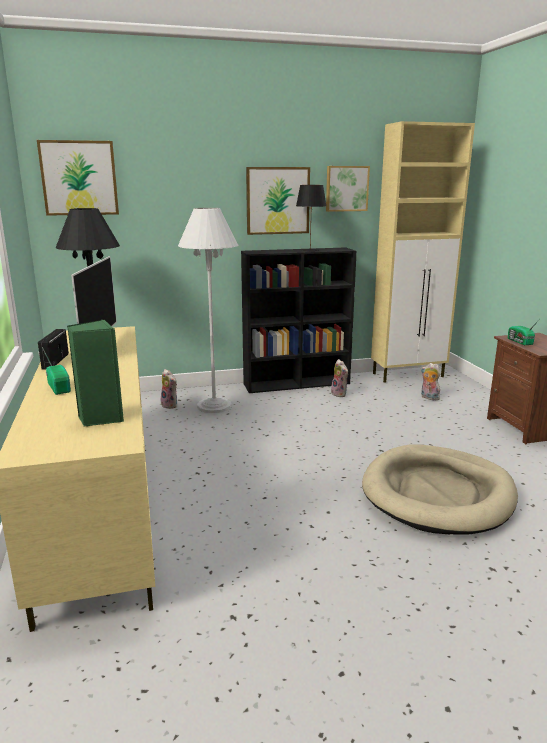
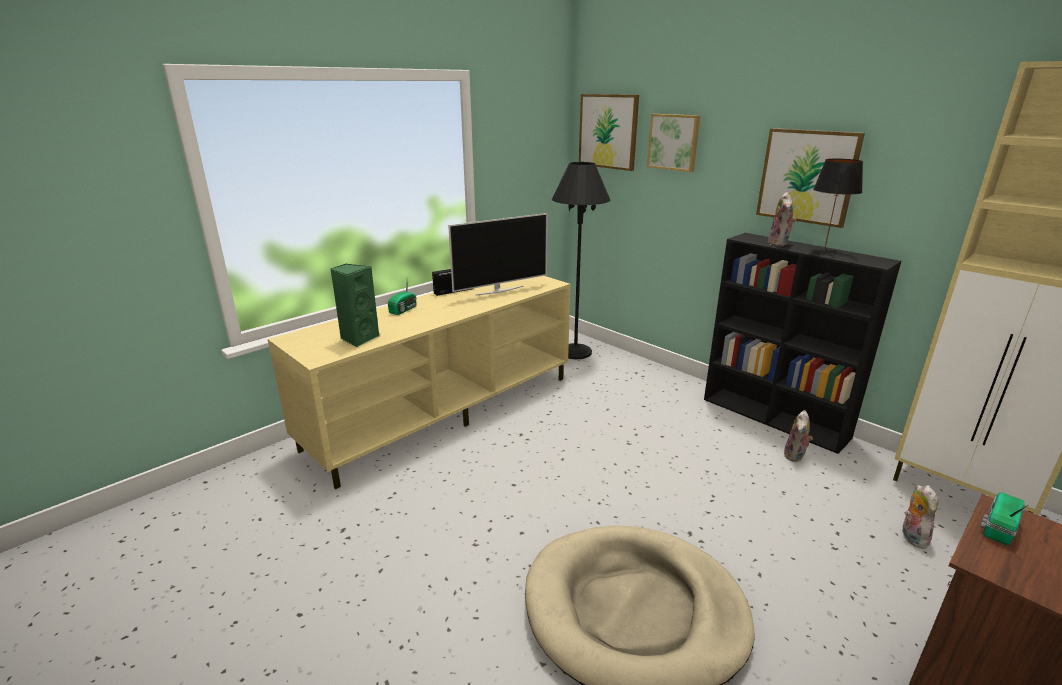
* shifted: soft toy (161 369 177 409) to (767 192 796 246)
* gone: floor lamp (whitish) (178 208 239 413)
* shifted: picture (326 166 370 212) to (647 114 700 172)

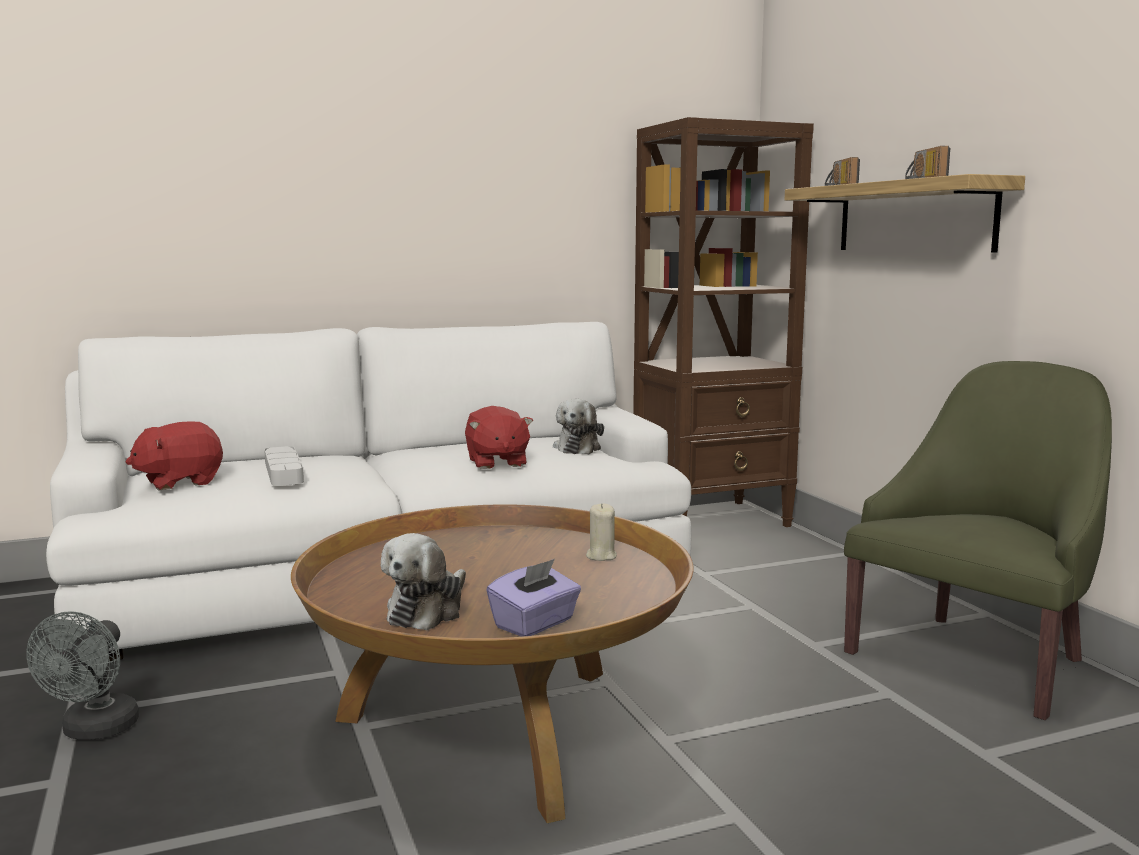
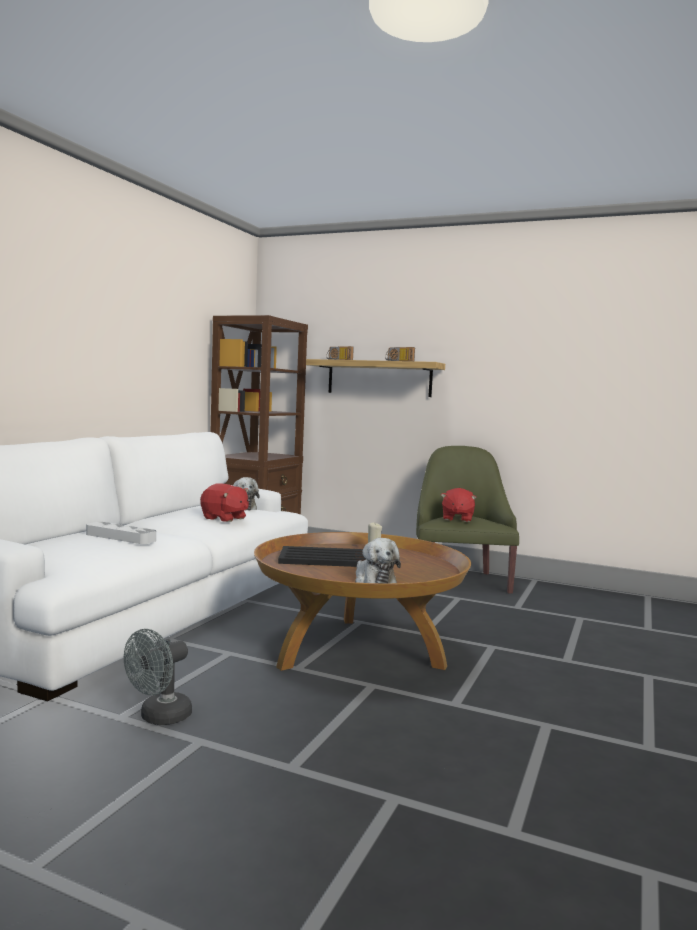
* rotated: fan (grey) (27 611 139 740) = (124 629 192 725) 75 degrees clockwise
* shifted: soft toy (red) (126 421 223 491) to (441 488 477 522)
* gone: box of tissues (purple-coloured) (487 559 581 637)
* new: tray (black) (278 546 366 567)

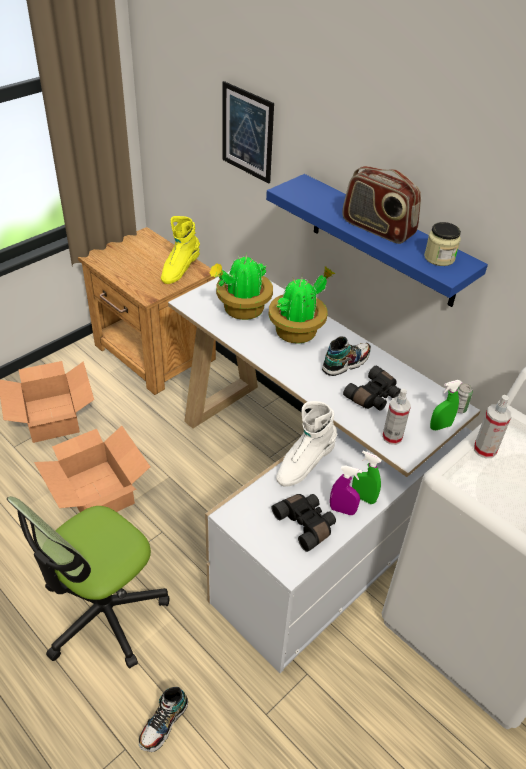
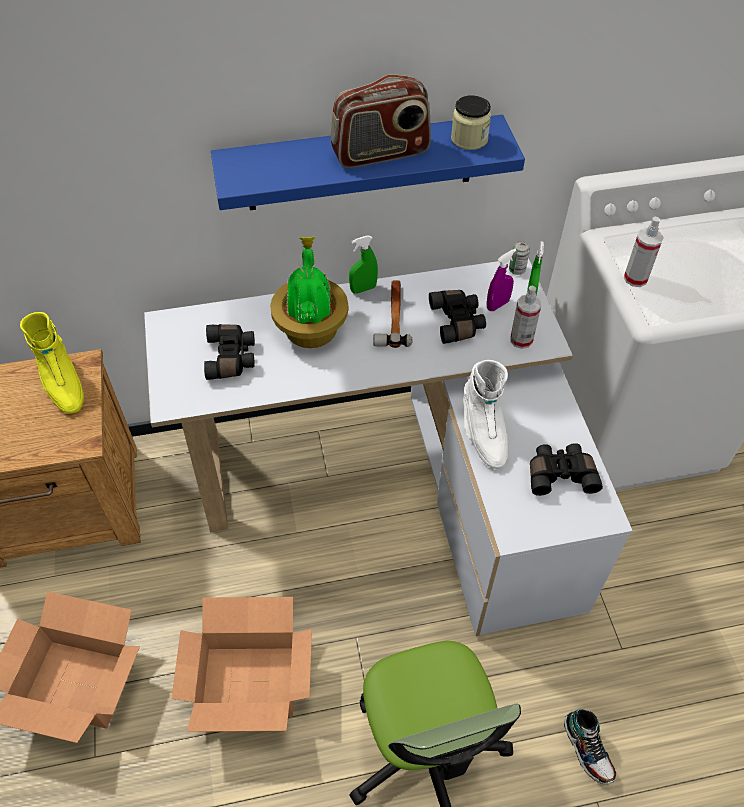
* swapped: potted plant (209 254 273 320) to pair of binoculars (black) (204 324 255 380)
* gone: picture (223 81 274 184)
* swapped: item of footwear (322 336 371 376) to hand hammer (373 280 413 348)
* shifted: spray bottle (purple-coloured) (330 466 362 515) to (487 249 516 311)
* shifted: spray bottle (green) (352 450 382 504) to (349 235 378 294)

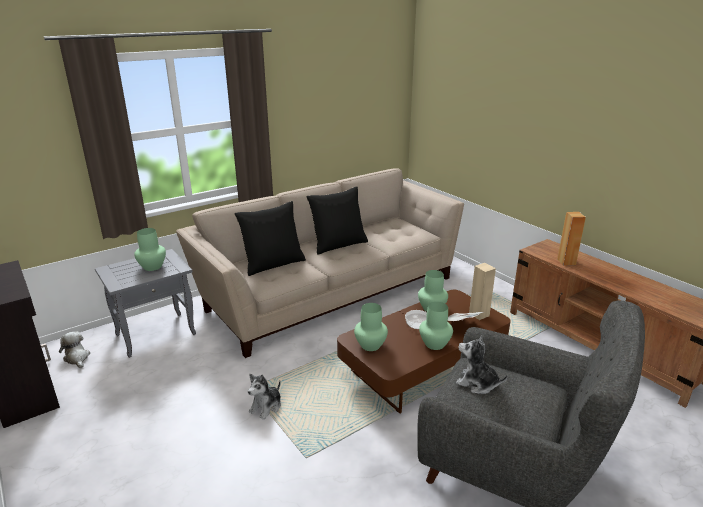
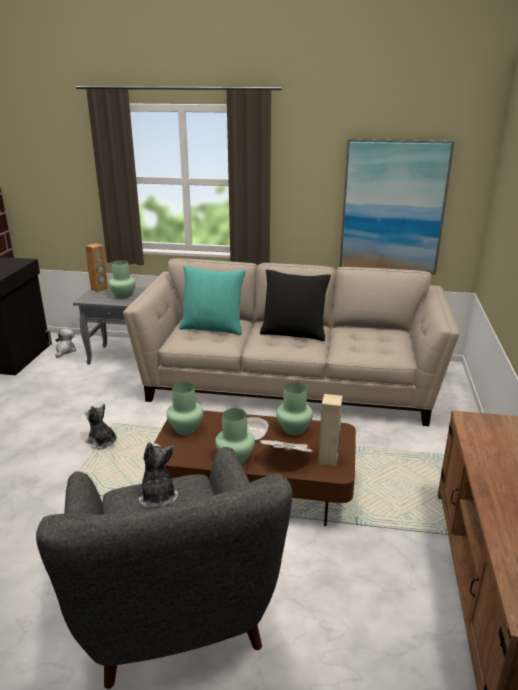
* repainted: pillow (black) (235 201 306 276) to pillow (turquoise-coloured) (179 266 246 335)
* rotated: soft toy (248 374 281 420) = (85 404 117 450) 45 degrees clockwise
* shifted: audio speaker (brownish) (557 212 586 266) to (85 243 108 292)
* new: picture (340 139 454 275)

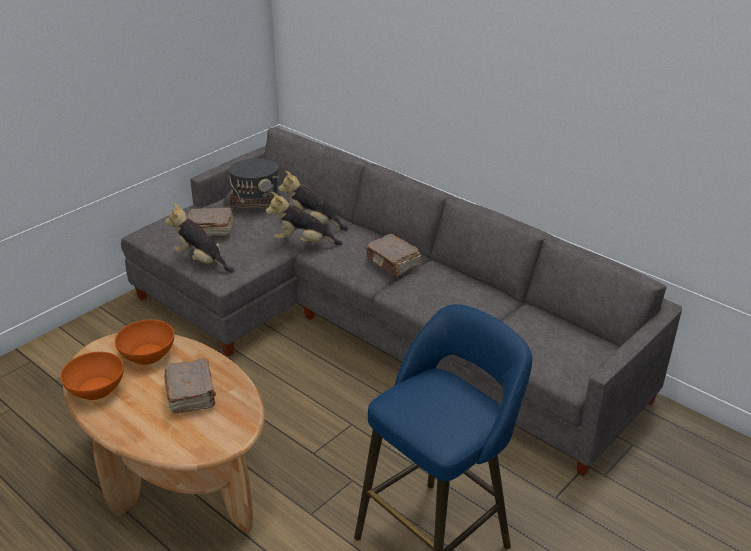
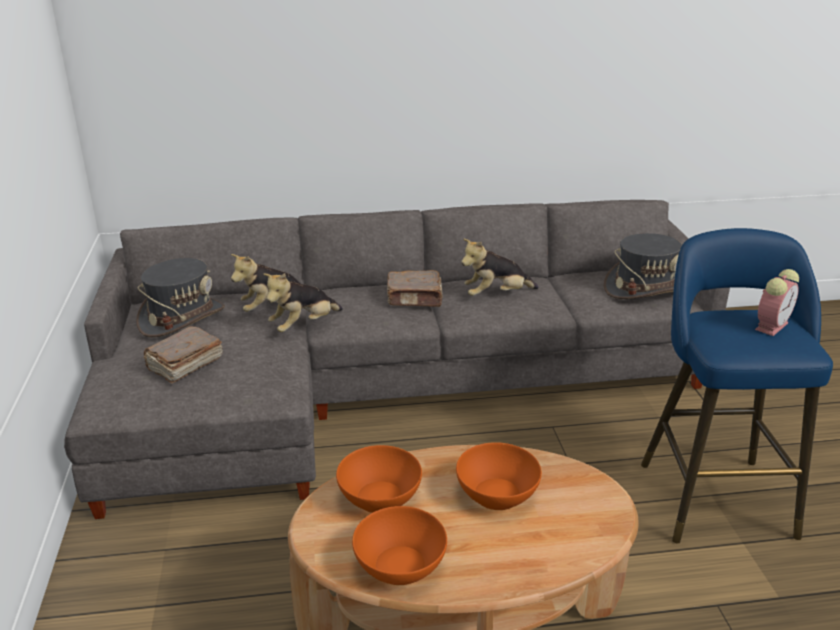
* swapped: bound book (brownish) (164 358 216 413) to deep dish (orangey) (456 442 542 510)
* shifted: soft toy (165 203 234 273) to (461 238 539 296)
* new: hat (grey) (604 233 682 299)
* new: table clock (755 269 799 336)

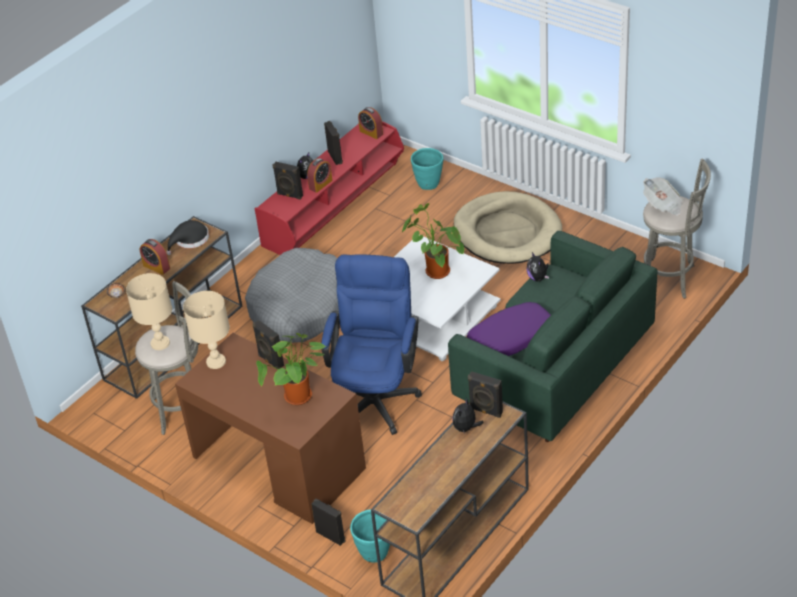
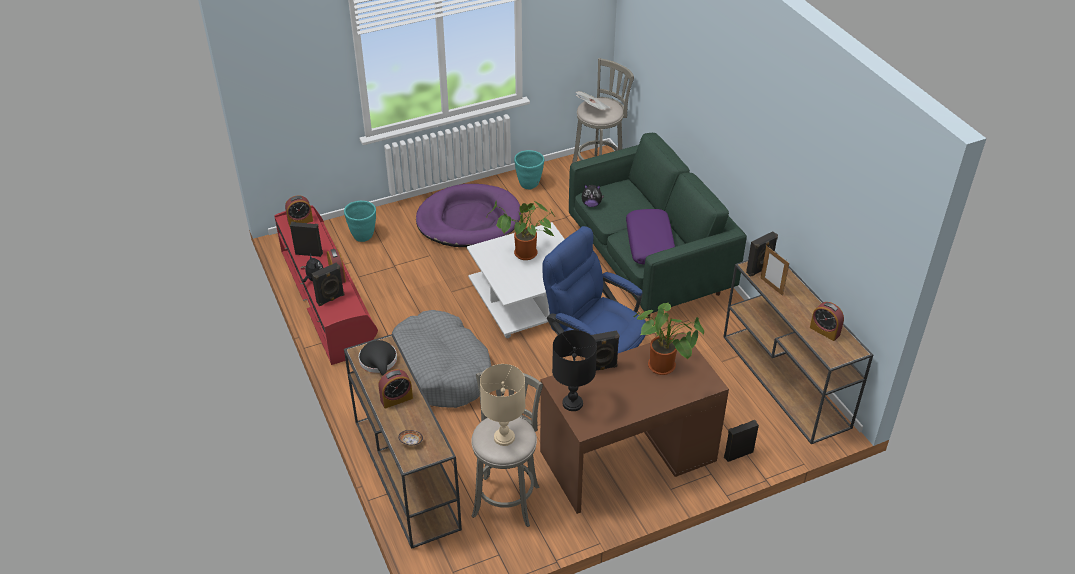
* repainted: tabletop lamp (sand-coloured) (183 291 230 369) to tabletop lamp (black) (552 330 597 411)
* shifted: plant pot (turquoise-coloured) (350 509 390 563) to (514 150 544 190)
* swapped: soft toy (452 397 484 434) to standing frame (761 246 789 296)
* repainted: dog bed (sand-coloured) (454 191 562 264) to dog bed (purple-coloured) (416 184 521 247)
* new: table clock (810 302 844 341)

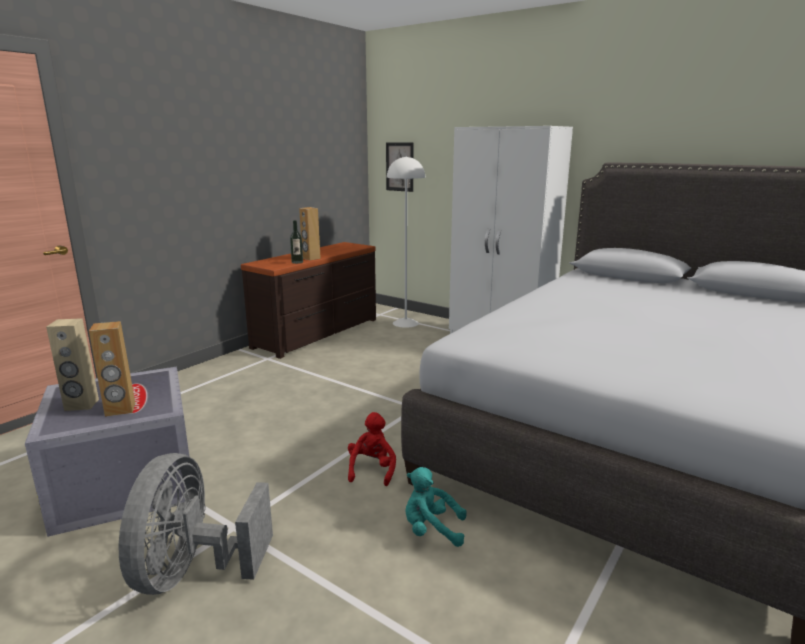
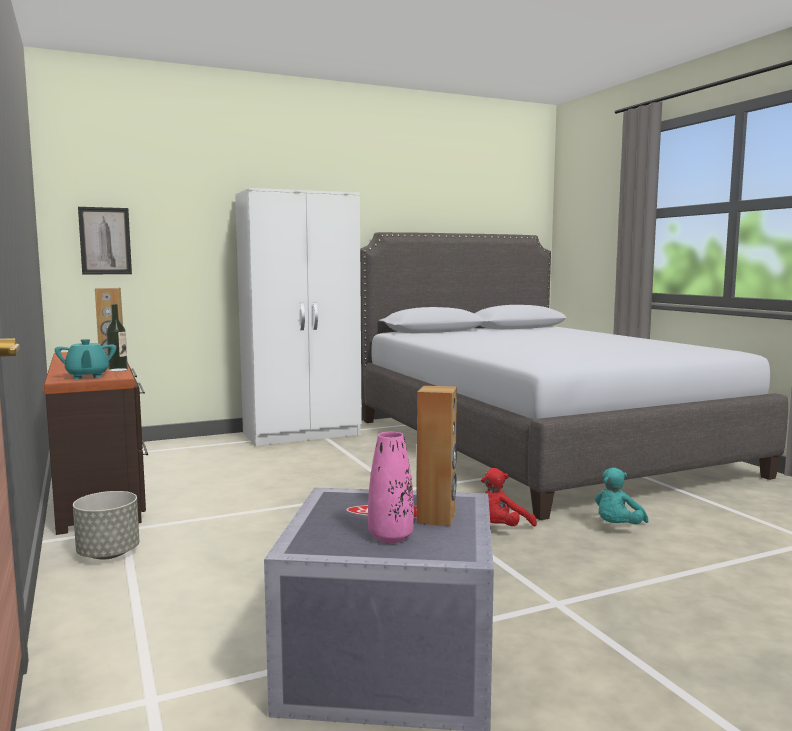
* swapped: audio speaker (sand-coloured) (46 318 99 411) to decorative vase (pink) (368 432 414 543)
* gone: fan (grey) (119 453 273 595)
* rotated: soft toy (red) (348 412 396 486) = (481 468 537 527) 75 degrees counterclockwise
* gone: floor lamp (whitish) (387 156 425 328)
* new: teapot (turquoise-coloured) (55 339 116 379)
* new: plant pot (grey) (73 491 140 559)

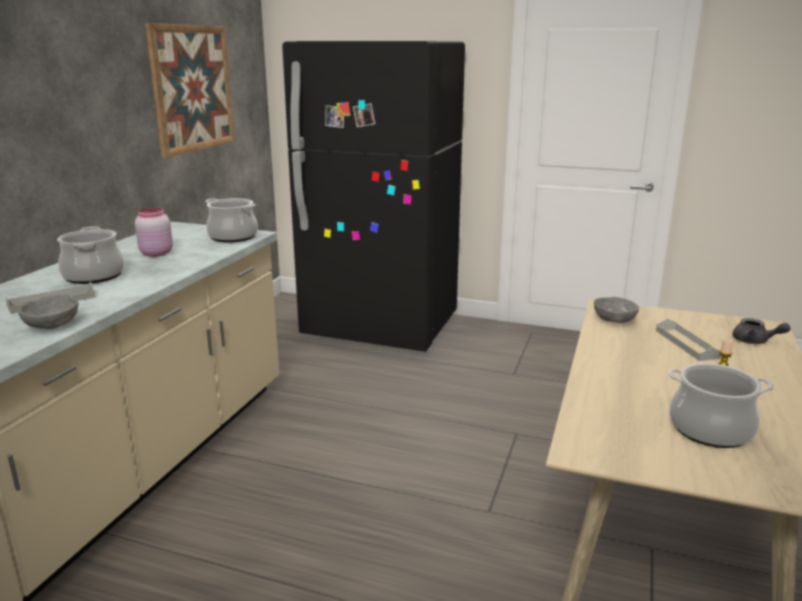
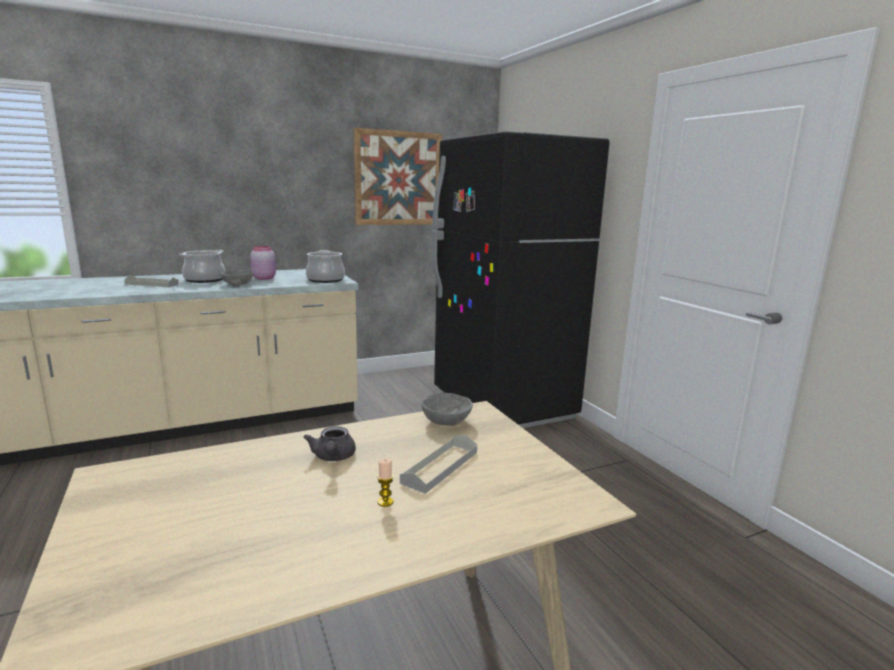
* shifted: deep dish (grey) (18 294 79 329) to (221 270 253 285)
* gone: cooking pot (669 363 774 448)
* shifted: teapot (grey) (733 318 791 344) to (303 426 356 461)

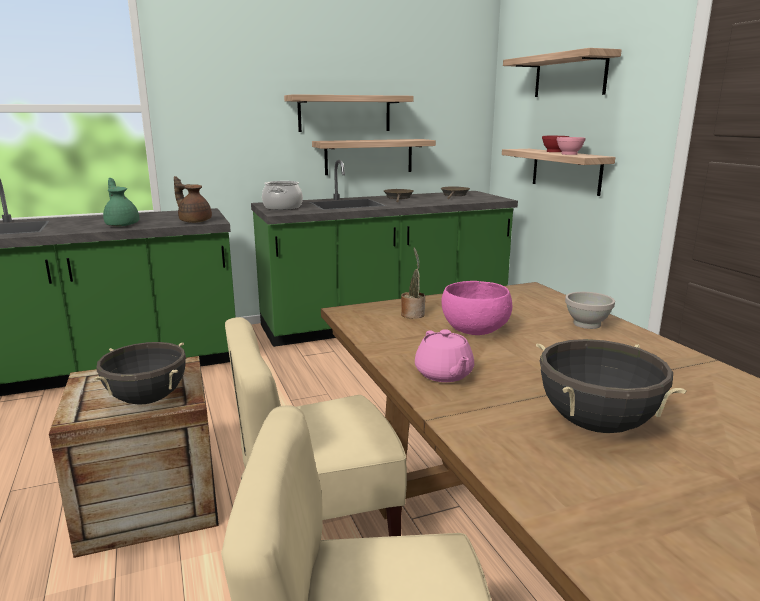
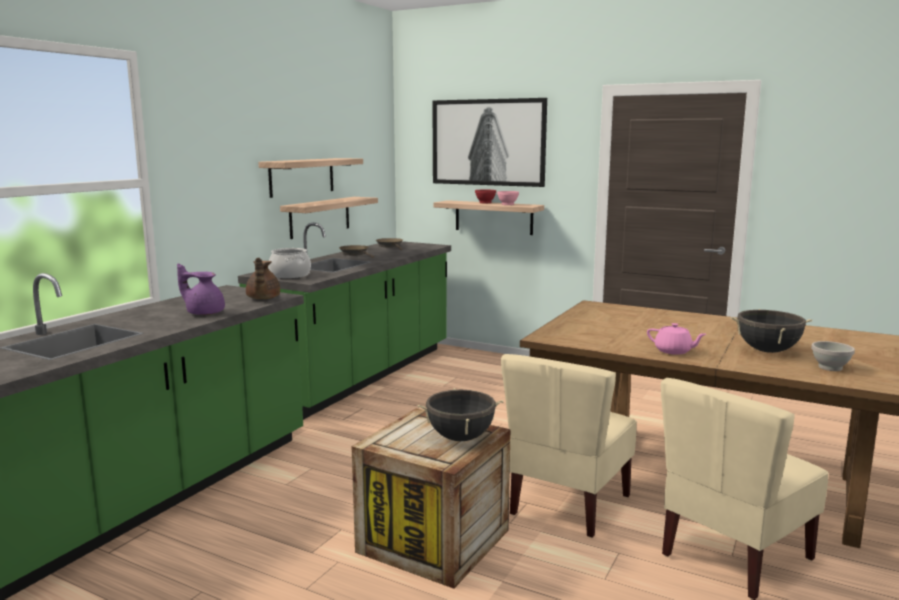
* repainted: teapot (green) (103 178 139 226) to teapot (purple-coloured) (177 263 225 315)
* rotated: teapot (brownish) (174 176 212 223) = (246 258 280 299) 90 degrees counterclockwise
* gone: potted plant (401 248 425 319)
* gone: deep dish (pink) (441 281 512 335)
* swapped: shelf (503 48 622 97) to picture (432 98 547 187)
* shifted: deep dish (whitish) (565 292 615 329) to (811 341 855 371)

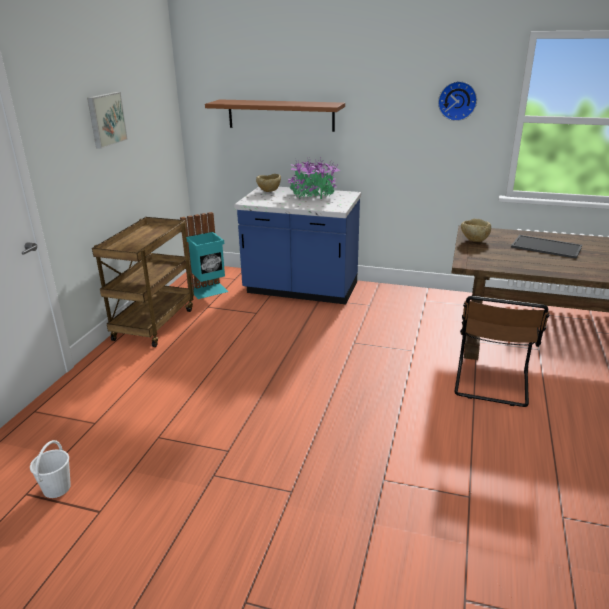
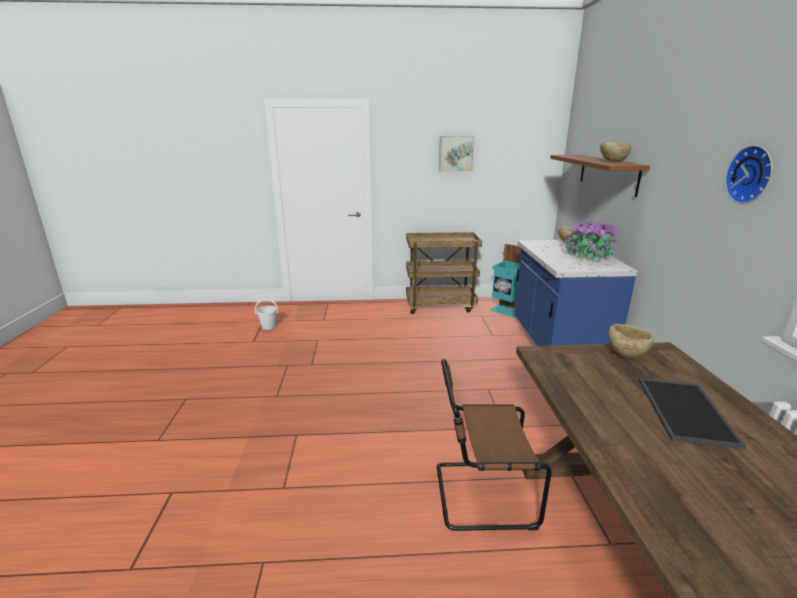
* new: deep dish (sand-coloured) (600 142 631 162)

